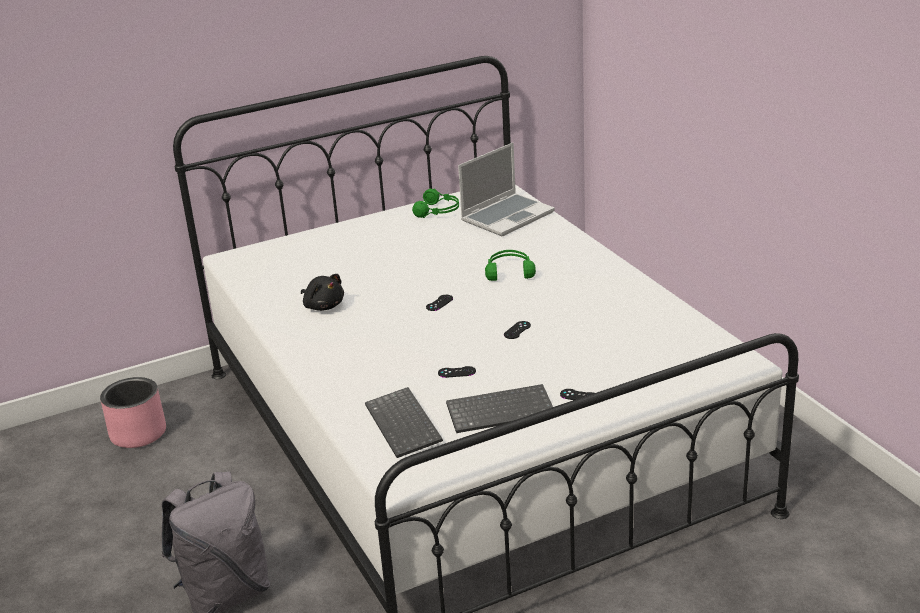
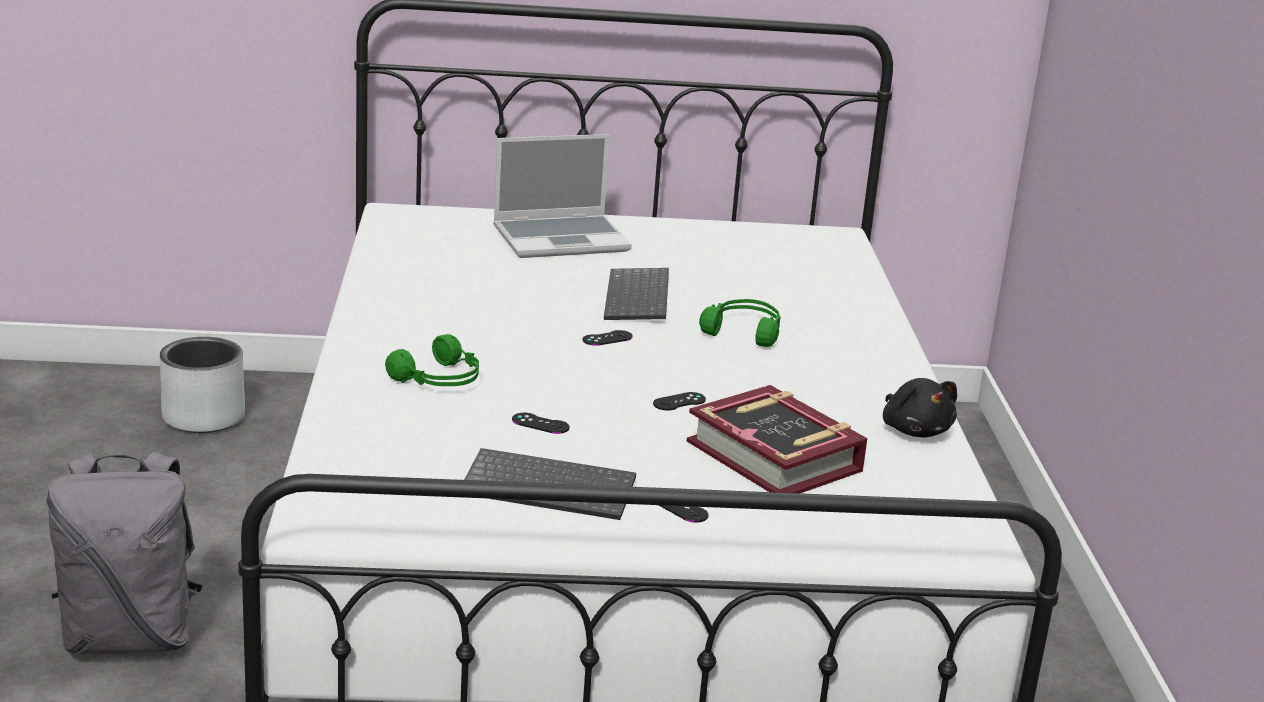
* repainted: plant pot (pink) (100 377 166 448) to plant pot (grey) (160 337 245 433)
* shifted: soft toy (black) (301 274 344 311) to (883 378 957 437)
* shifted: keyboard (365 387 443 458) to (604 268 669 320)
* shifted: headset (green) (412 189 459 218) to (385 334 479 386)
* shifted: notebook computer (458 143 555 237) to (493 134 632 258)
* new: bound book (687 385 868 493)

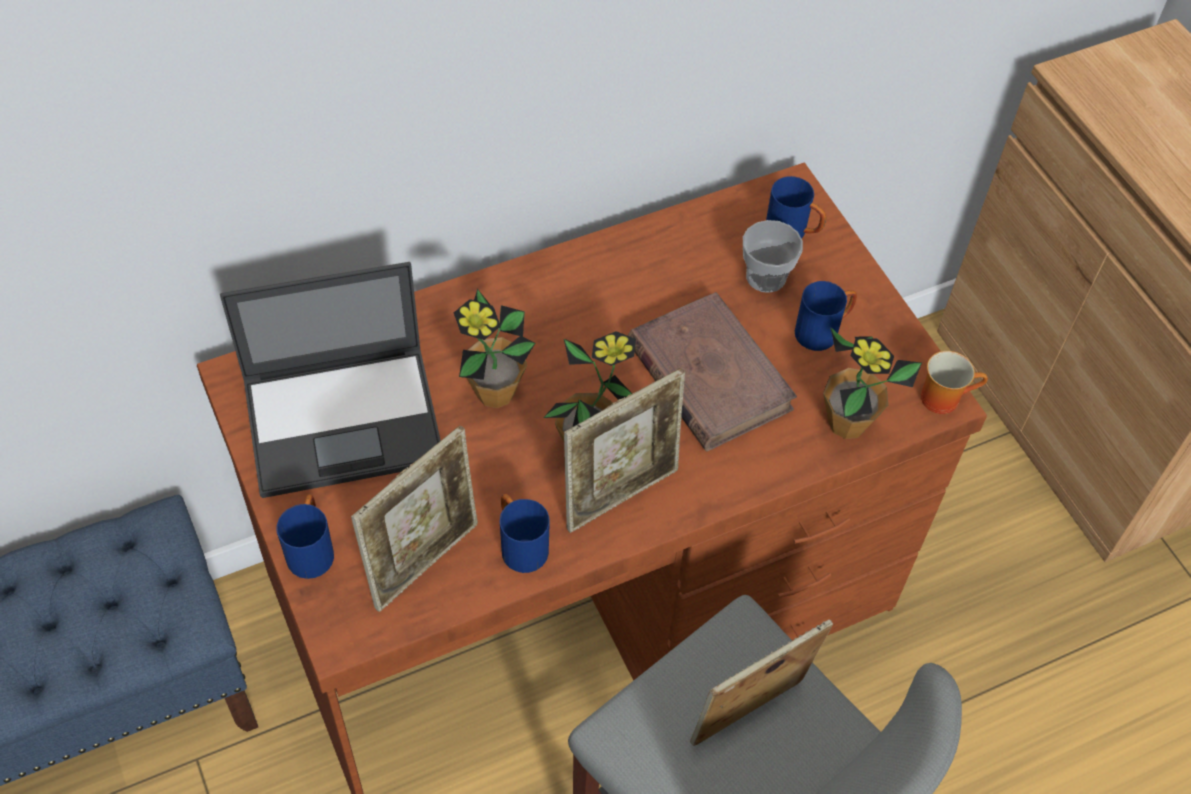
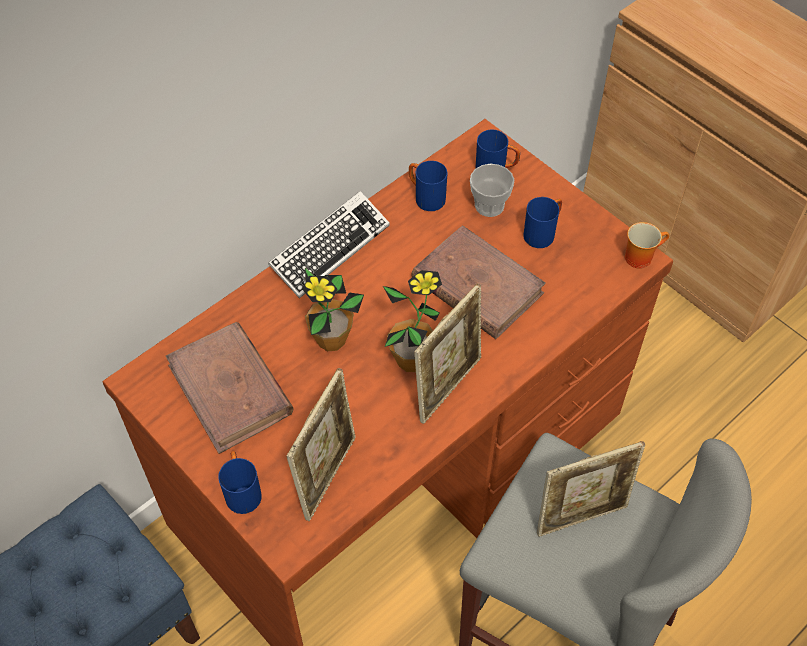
* swapped: notebook computer (220 262 441 498) to bound book (brownish) (166 322 293 454)
* shifted: coffee mug (blue) (500 494 550 573) to (409 161 448 211)
* rotated: standing frame (690 619 833 746) = (537 441 645 537) 150 degrees counterclockwise
* gone: potted plant (823 327 922 439)
* new: keyboard (268 191 390 298)

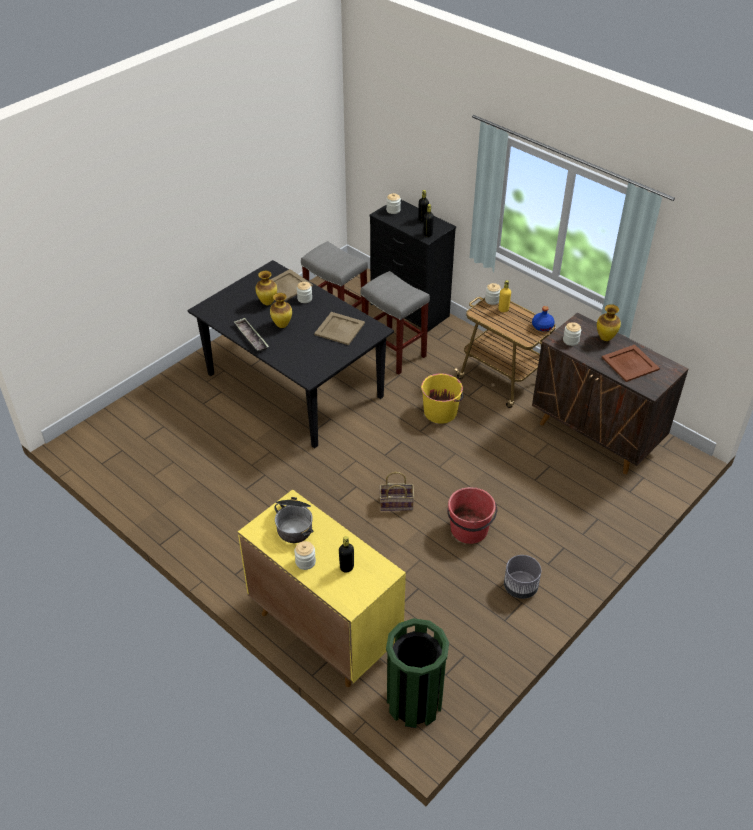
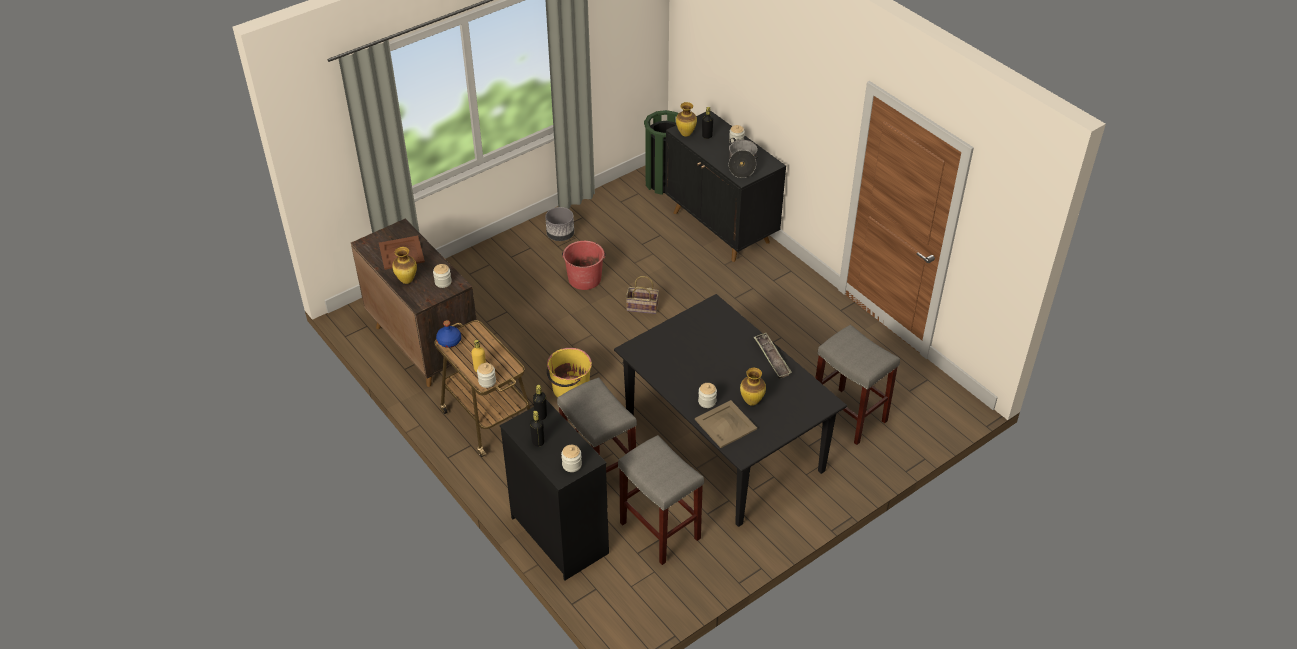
* repainted: cupboard (yellowish) (238 489 406 687) to cupboard (black) (665 110 786 262)
* shifted: decorative vase (270 293 292 328) to (676 102 697 137)
* gone: tray (sand-coloured) (314 312 365 345)
* new: stool (grey) (816 325 900 445)

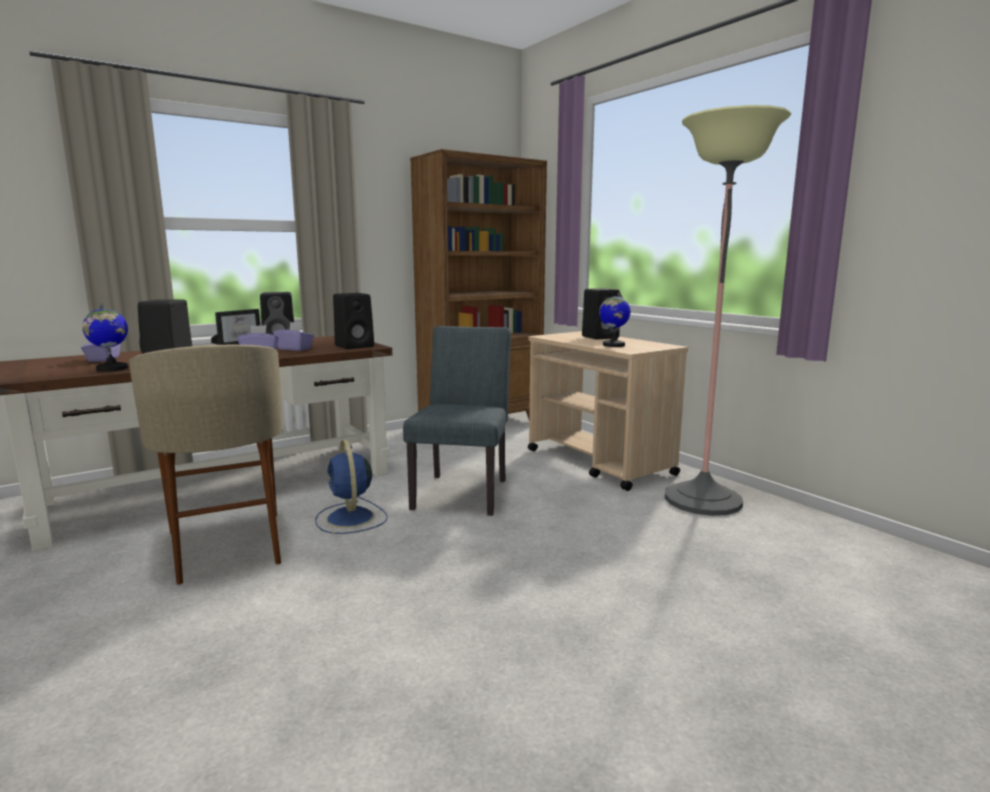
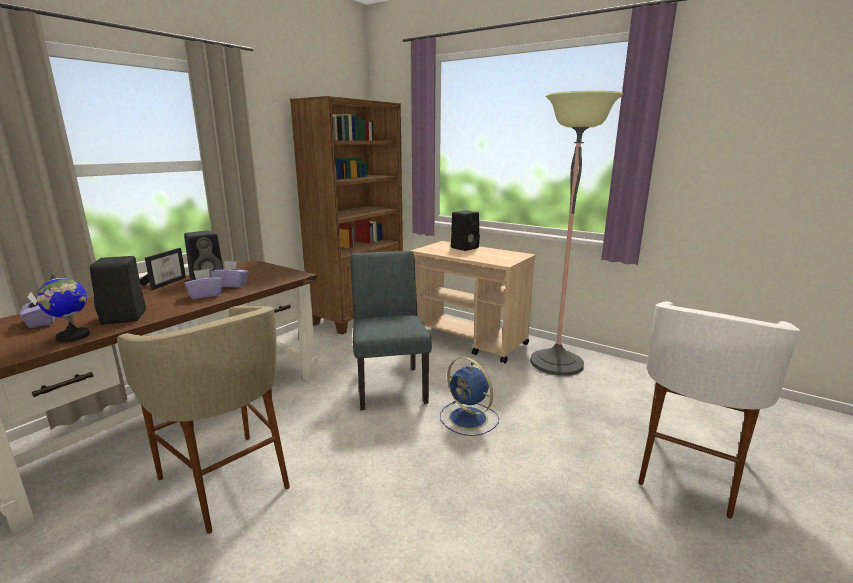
* shifted: fan (blue) (315 439 388 534) to (440 357 499 436)
* gone: audio speaker (black) (333 293 374 349)
* gone: world globe (599 292 631 347)
* new: stool (whitish) (638 301 800 519)

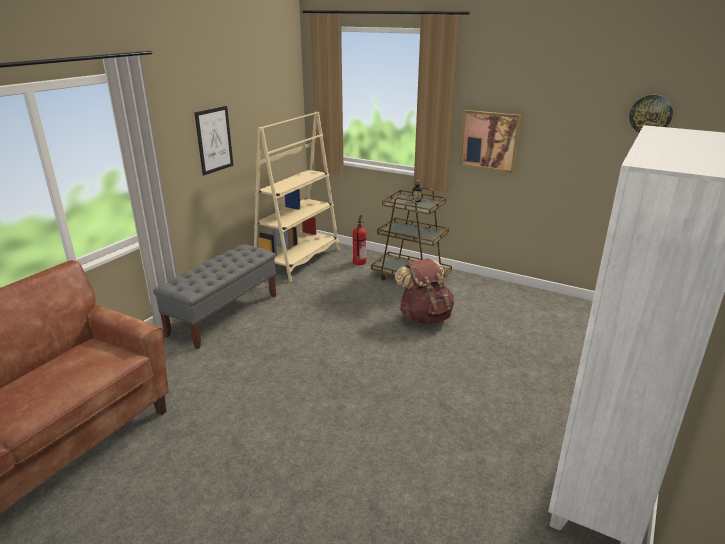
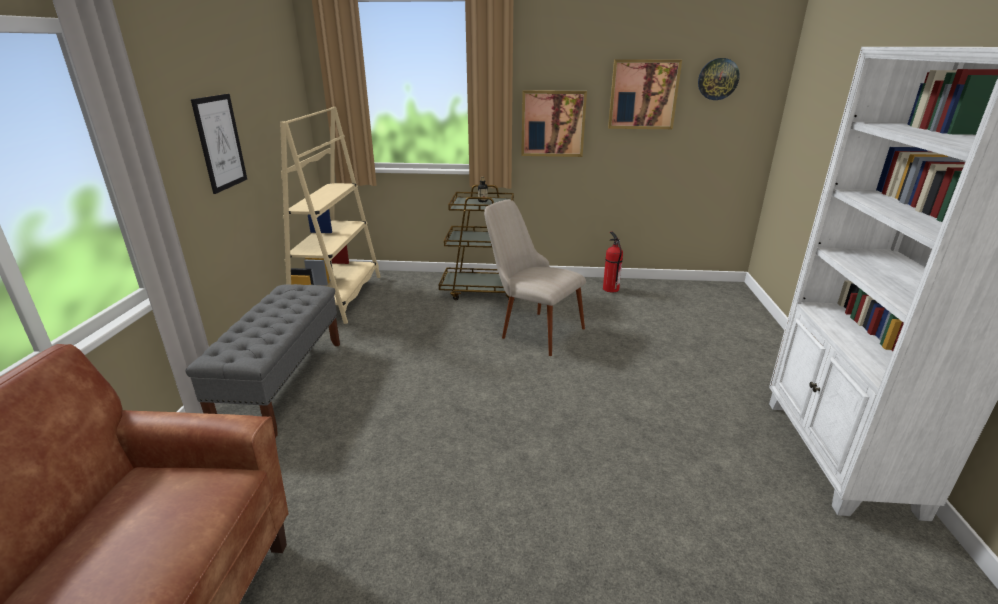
* shifted: fire-fighting cylinder (353 215 367 265) to (603 232 623 293)
* swapped: backpack (brownish) (395 258 454 324) to chair (sand-coloured) (484 200 586 356)
* new: picture (608 59 682 129)

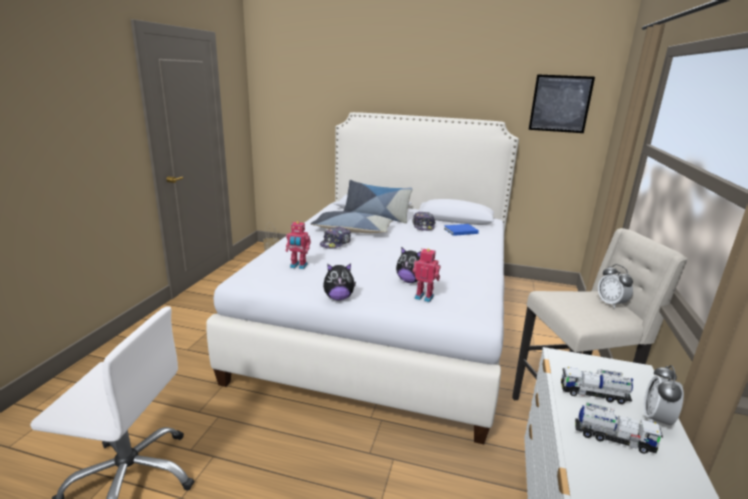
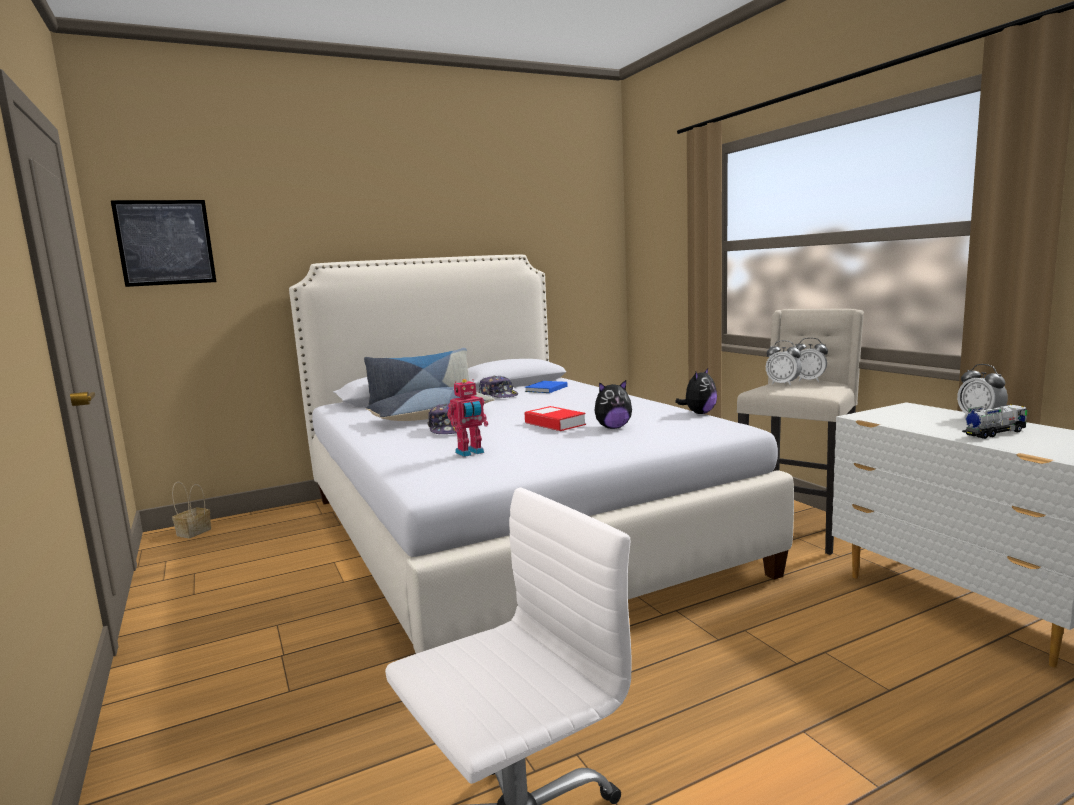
* shifted: soft toy (323 264 356 300) to (675 368 717 414)
* gone: robot figure (413 248 440 302)
* shifted: picture (529 74 595 133) to (111 200 216 287)
* gone: toy lorry (561 367 633 404)
* new: bound book (525 406 586 431)
* new: table clock (766 340 802 386)

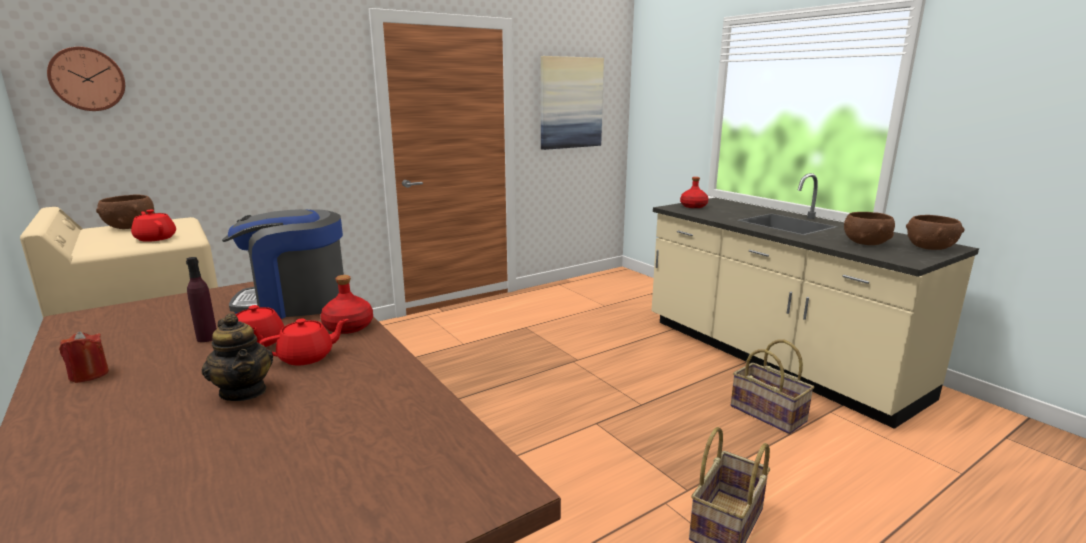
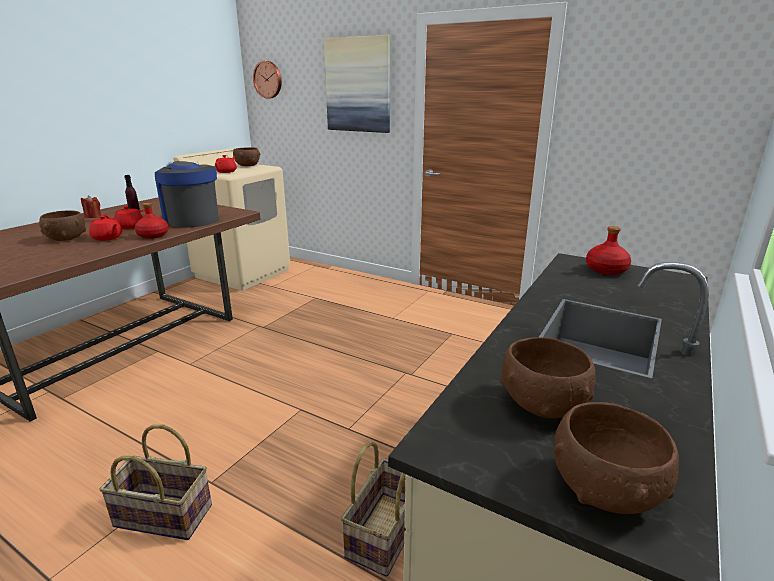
* swapped: teapot (202 314 273 401) to deep dish (brownish) (39 210 86 241)
* shifted: picture (541 56 604 150) to (324 35 390 133)

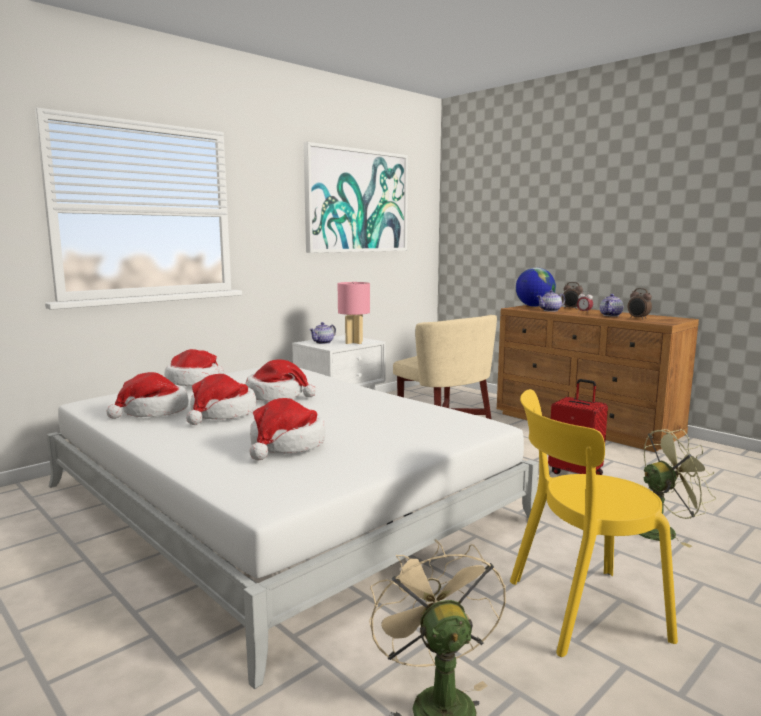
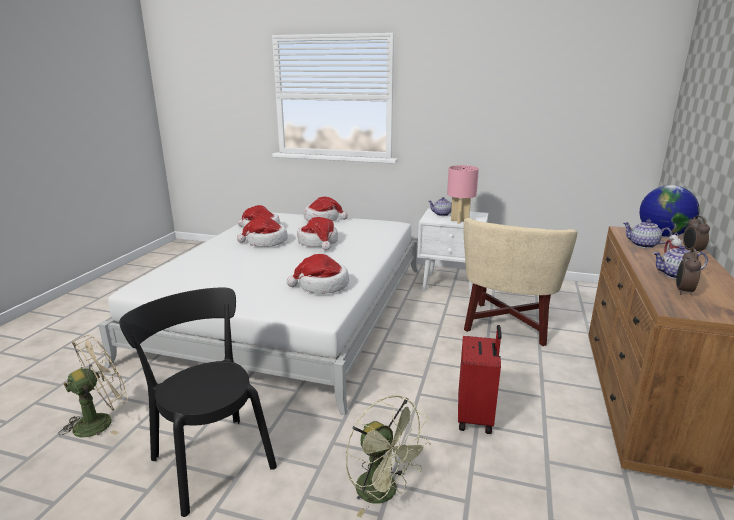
* shifted: hat (250 398 326 460) to (287 254 349 294)
* gone: picture (303 142 408 253)
* repainted: chair (yellowish) (510 389 678 657) to chair (black) (119 288 277 517)

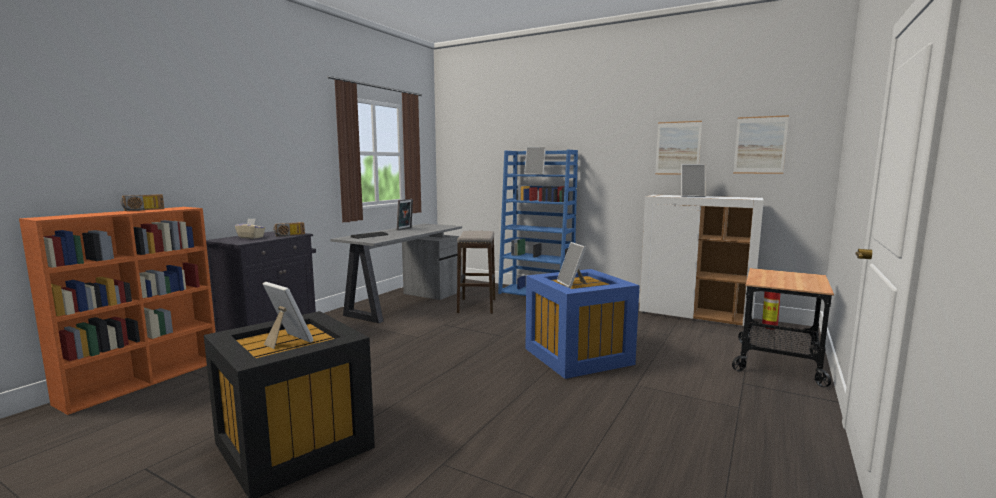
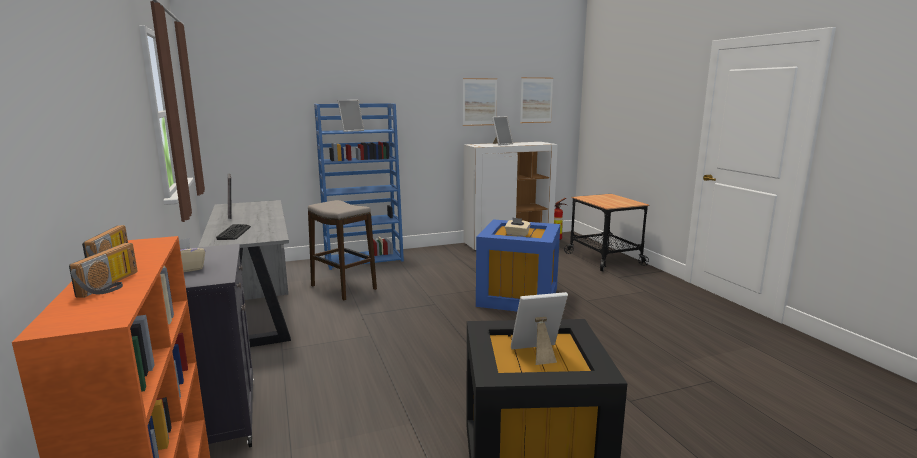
* shifted: radio set (273 222 305 237) to (69 243 137 298)
* swapped: standing frame (557 242 587 288) to box of tissues (sand-coloured) (505 217 531 237)

